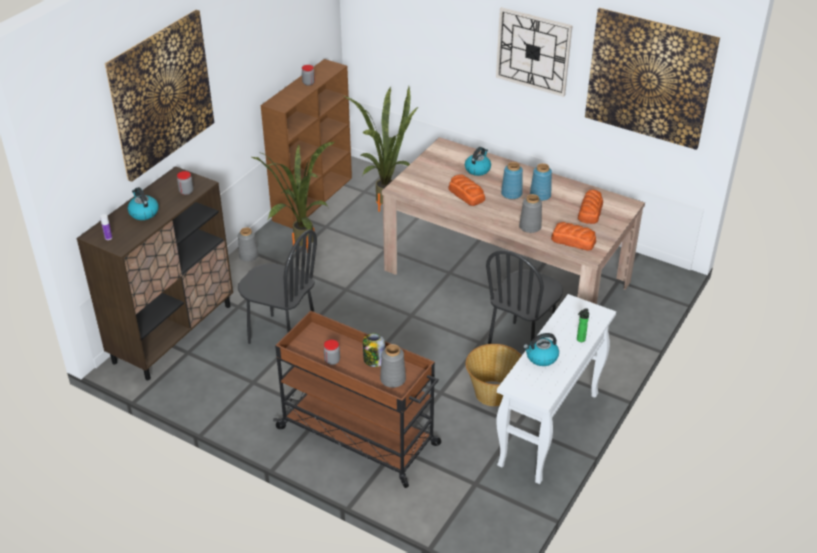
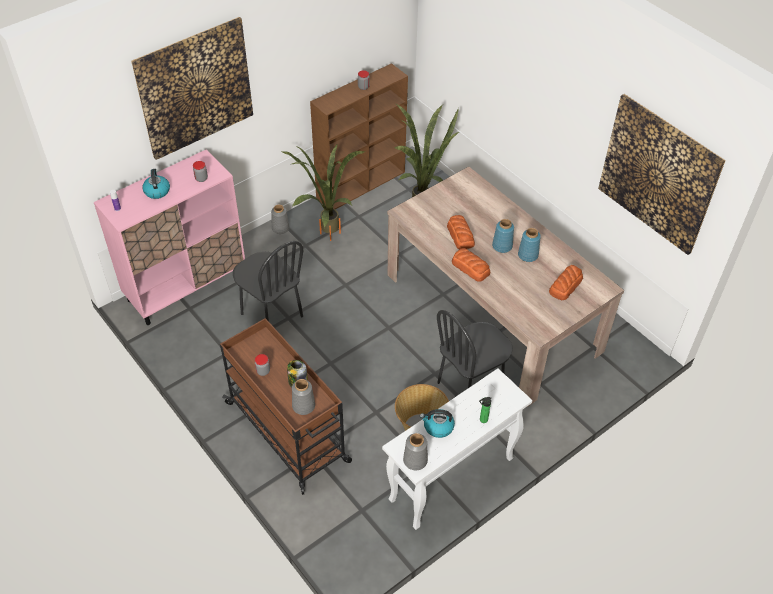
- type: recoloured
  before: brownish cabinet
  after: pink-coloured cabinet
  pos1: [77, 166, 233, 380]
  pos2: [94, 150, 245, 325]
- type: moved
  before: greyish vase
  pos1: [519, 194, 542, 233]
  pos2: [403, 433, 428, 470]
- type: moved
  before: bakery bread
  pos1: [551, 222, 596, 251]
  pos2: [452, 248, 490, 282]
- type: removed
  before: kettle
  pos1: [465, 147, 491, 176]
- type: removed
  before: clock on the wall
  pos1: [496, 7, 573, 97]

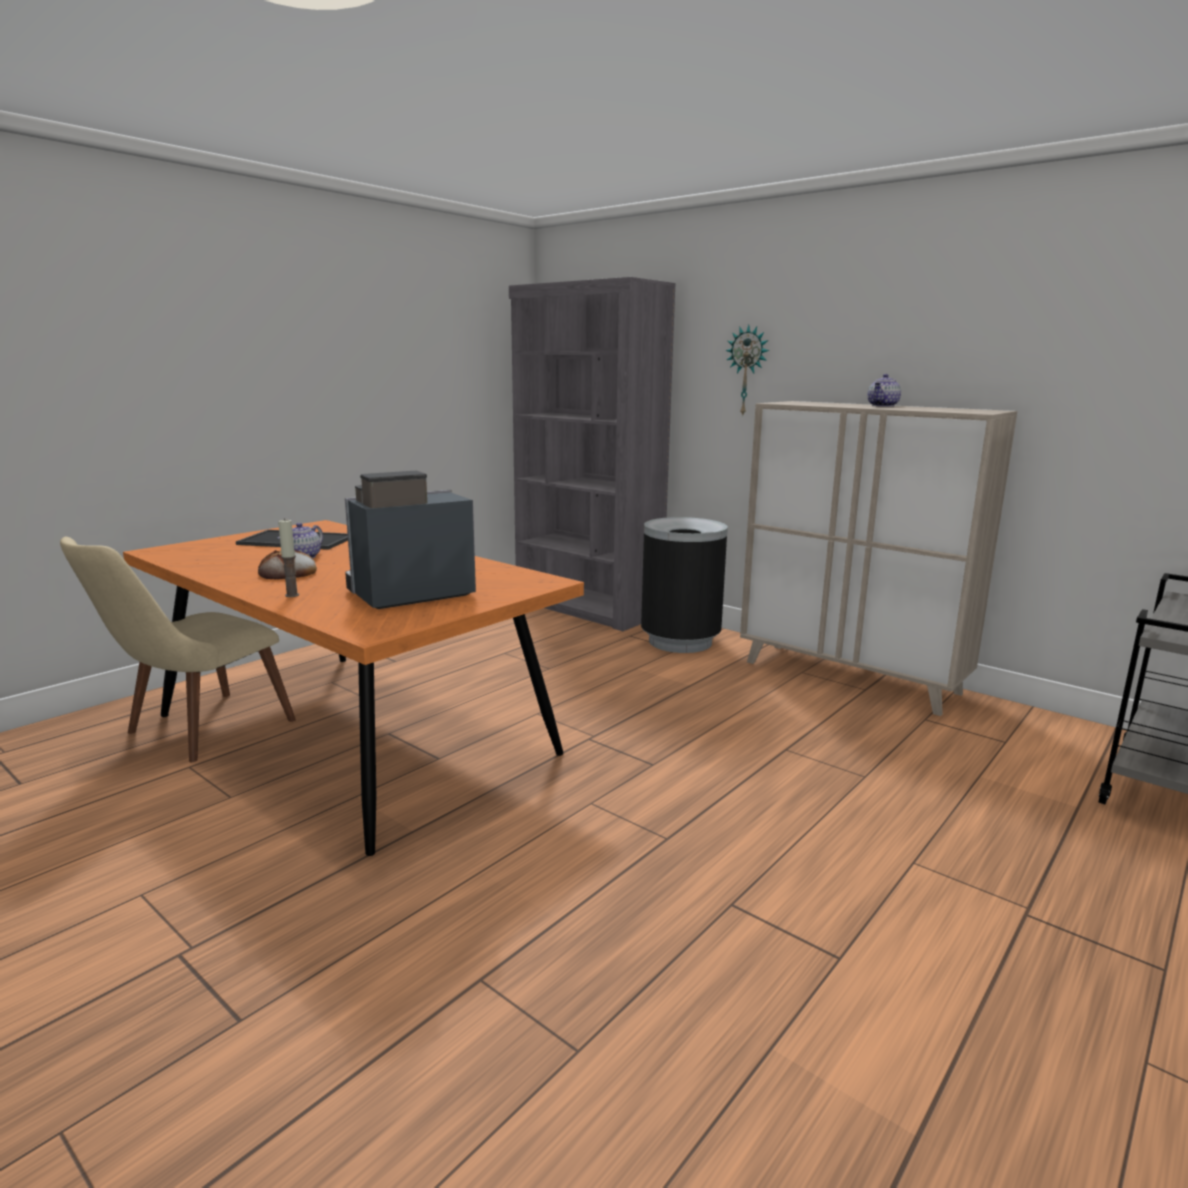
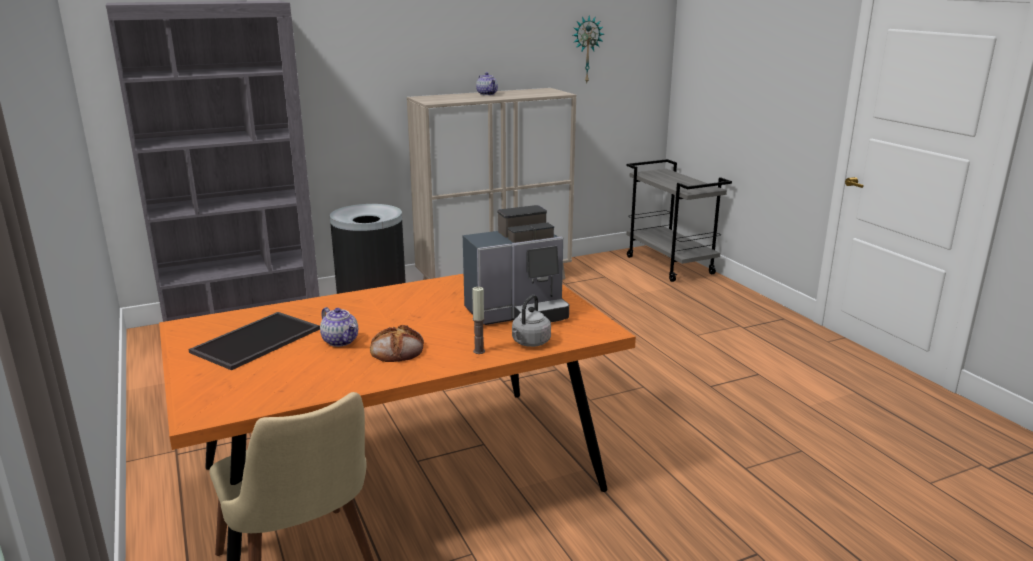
- type: turned
  before: coffee machine
  pos1: [345, 471, 476, 609]
  pos2: [463, 205, 569, 325]
  turn: -105
- type: added
  after: greyish kettle
  pos2: [512, 295, 551, 347]
- type: moved
  before: clock on the wall
  pos1: [725, 324, 769, 417]
  pos2: [573, 16, 604, 83]

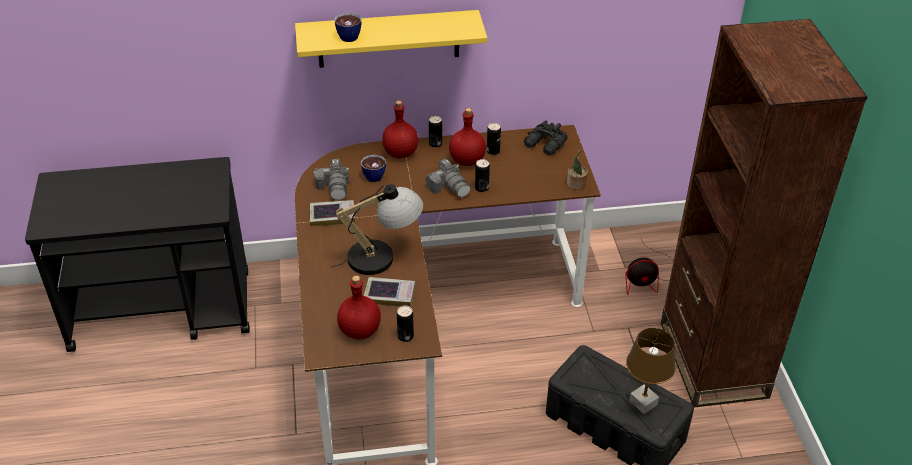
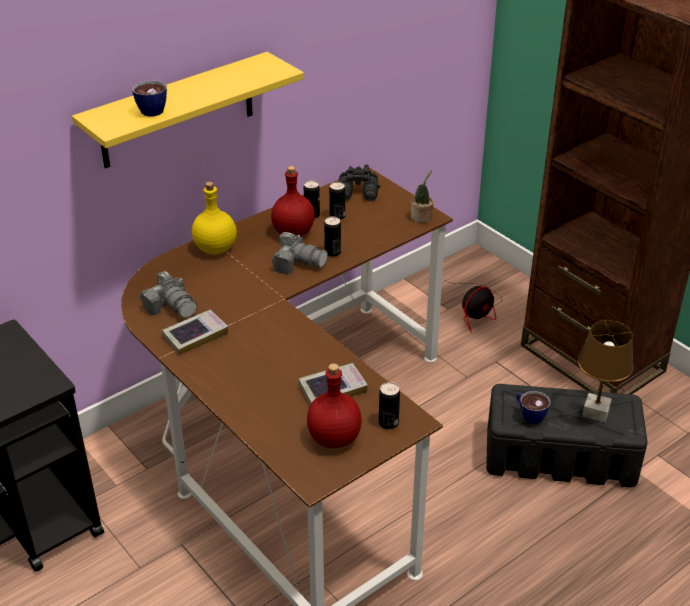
- type: recoloured
  before: red-coloured beverage bottle
  after: yellow beverage bottle
  pos1: [382, 100, 418, 158]
  pos2: [192, 182, 237, 255]
- type: moved
  before: metal can
  pos1: [429, 116, 442, 148]
  pos2: [329, 182, 345, 220]
- type: moved
  before: cup
  pos1: [361, 154, 386, 182]
  pos2: [516, 391, 551, 424]
- type: removed
  before: table lamp
  pos1: [331, 184, 423, 275]

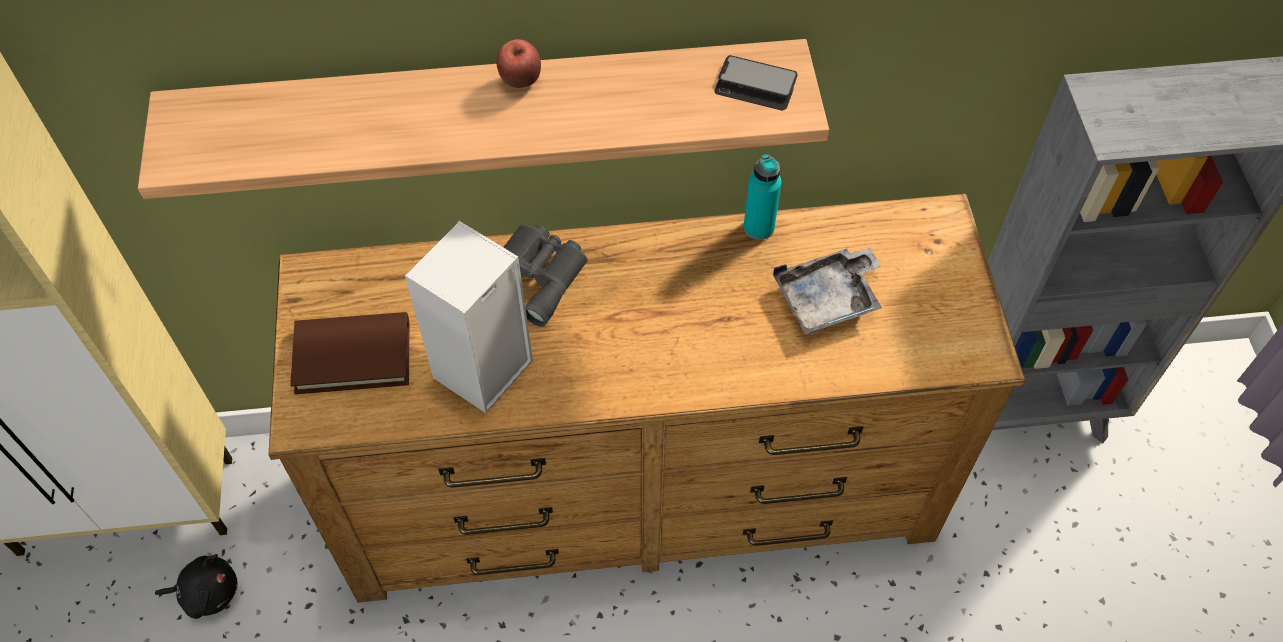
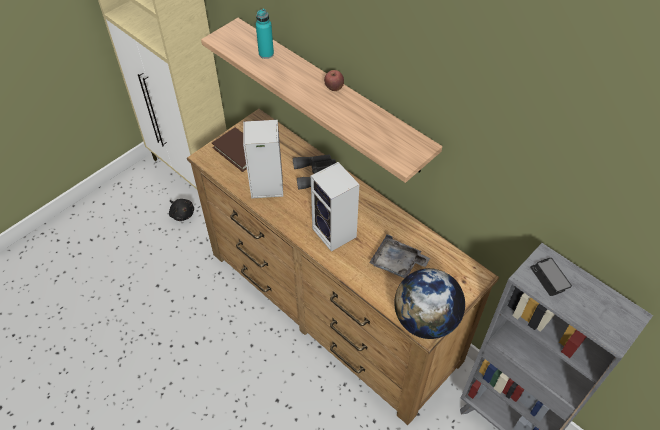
- type: moved
  before: turquoise beverage bottle
  pos1: [744, 154, 782, 240]
  pos2: [256, 9, 274, 59]
- type: added
  after: audio speaker
  pos2: [311, 162, 359, 252]
- type: added
  after: desk globe
  pos2: [394, 268, 465, 339]
- type: moved
  before: telephone
  pos1: [715, 55, 798, 111]
  pos2: [530, 258, 572, 296]

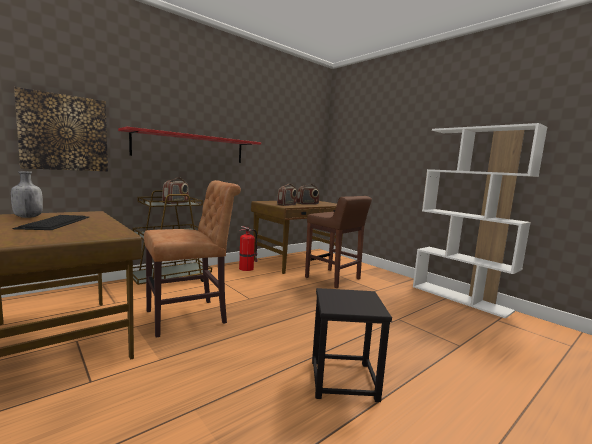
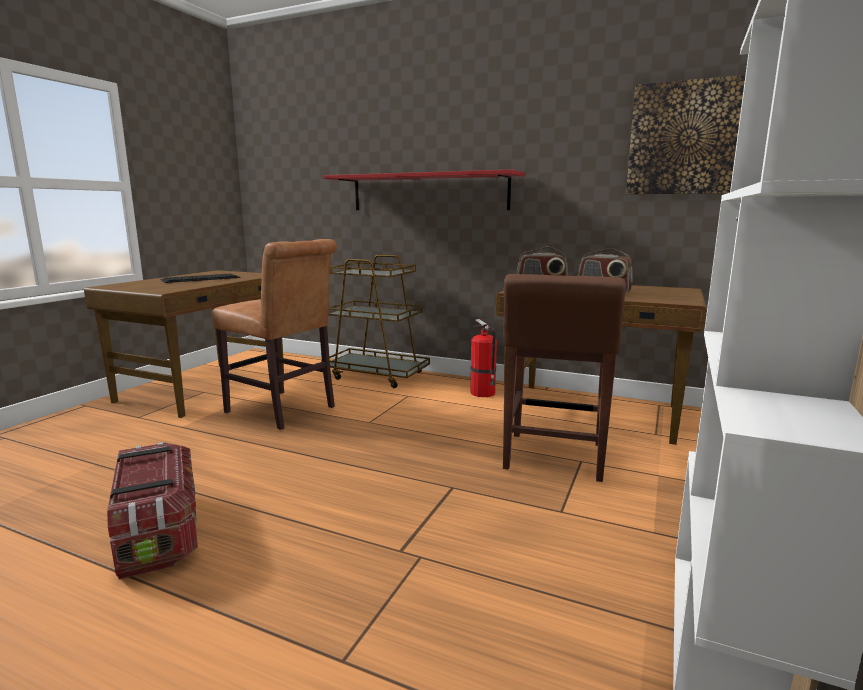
- type: replaced
  before: black sitting stool
  after: storage container
  pos1: [312, 288, 392, 402]
  pos2: [107, 442, 198, 579]
- type: moved
  before: wall picture
  pos1: [14, 87, 108, 171]
  pos2: [626, 75, 745, 194]
- type: removed
  before: greyish beverage bottle
  pos1: [11, 171, 43, 218]
- type: removed
  before: radio
  pos1: [162, 177, 189, 204]

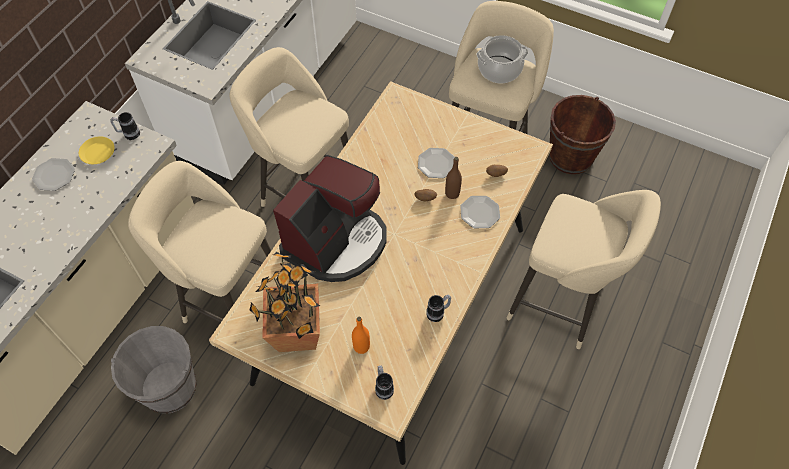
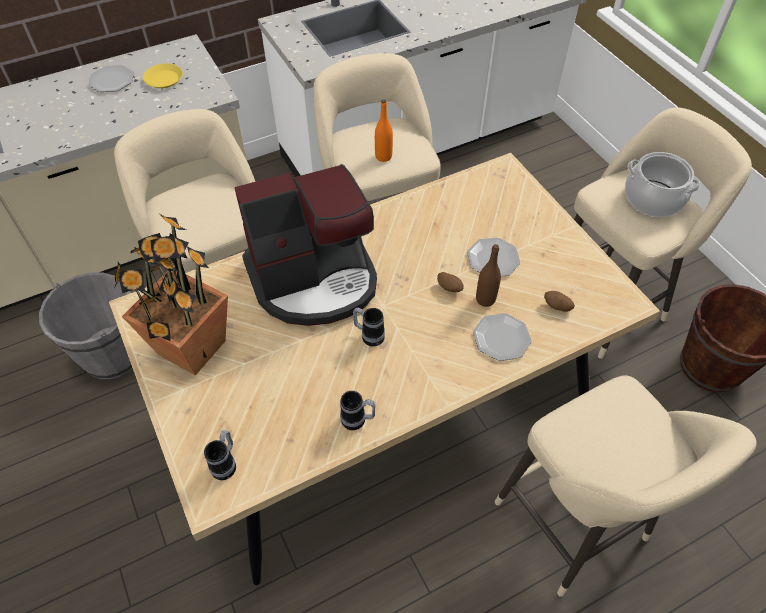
- type: moved
  before: coffee mug
  pos1: [110, 112, 140, 140]
  pos2: [353, 307, 385, 346]
- type: moved
  before: orange beverage bottle
  pos1: [352, 317, 370, 354]
  pos2: [375, 99, 393, 162]

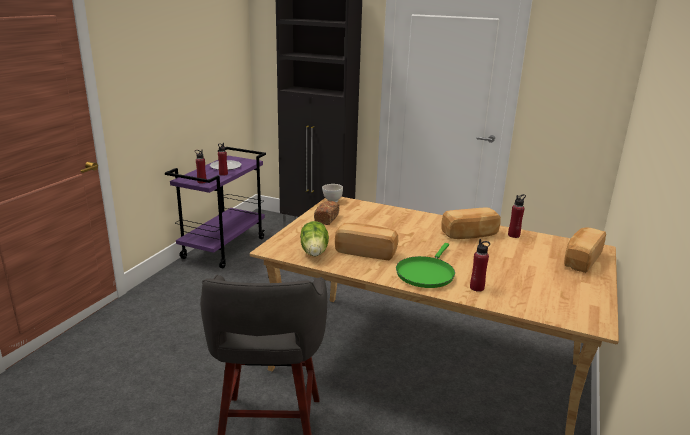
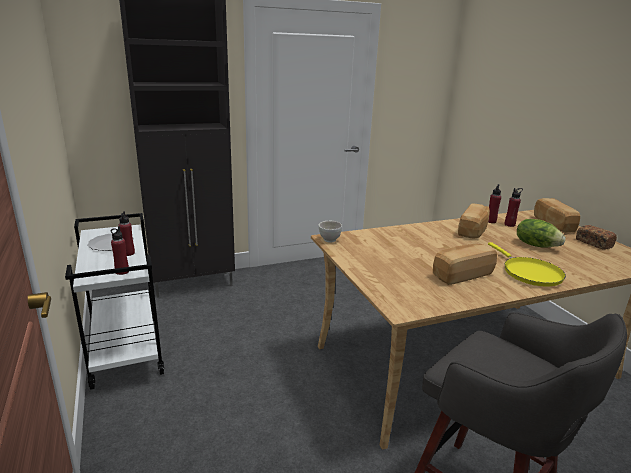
- type: recoloured
  before: purple cart
  after: whitish cart
  pos1: [165, 147, 266, 269]
  pos2: [65, 213, 164, 390]
- type: recoloured
  before: greenish frying pan
  after: yellow frying pan
  pos1: [396, 243, 455, 288]
  pos2: [488, 242, 566, 286]
- type: moved
  before: red-coloured beverage bottle
  pos1: [470, 239, 490, 292]
  pos2: [504, 188, 523, 227]
- type: moved
  before: lettuce
  pos1: [300, 221, 329, 256]
  pos2: [517, 219, 566, 248]
- type: moved
  before: bakery bread
  pos1: [314, 201, 339, 225]
  pos2: [576, 225, 617, 250]

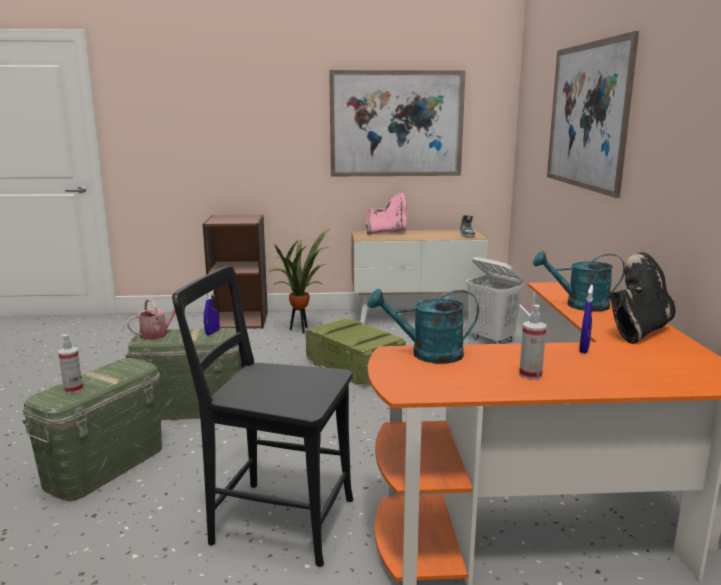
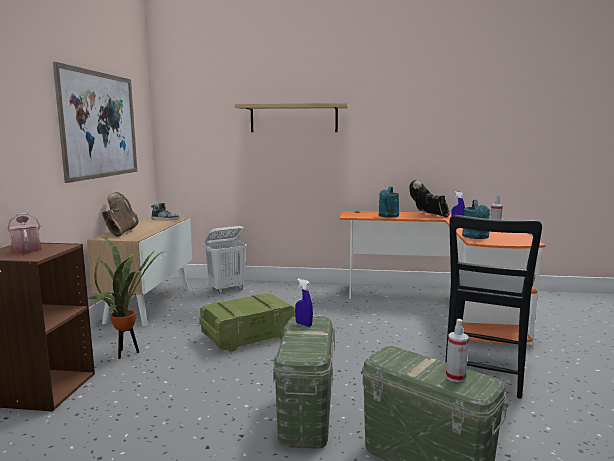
- type: moved
  before: watering pot
  pos1: [127, 298, 176, 340]
  pos2: [7, 213, 41, 254]
- type: recoloured
  before: pink-coloured boot
  after: brownish boot
  pos1: [366, 193, 407, 235]
  pos2: [102, 192, 138, 237]
- type: replaced
  before: wall picture
  after: bracket shelf
  pos1: [547, 31, 639, 198]
  pos2: [235, 103, 348, 132]

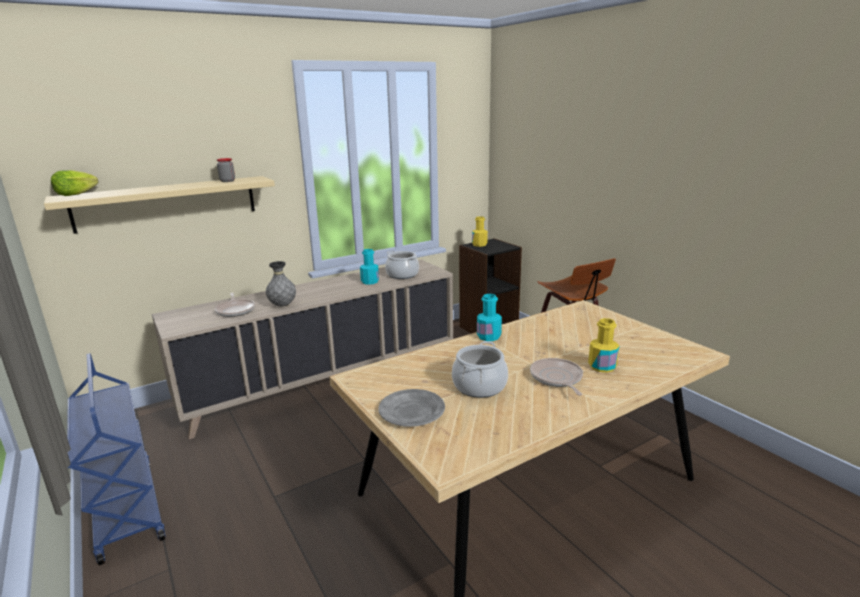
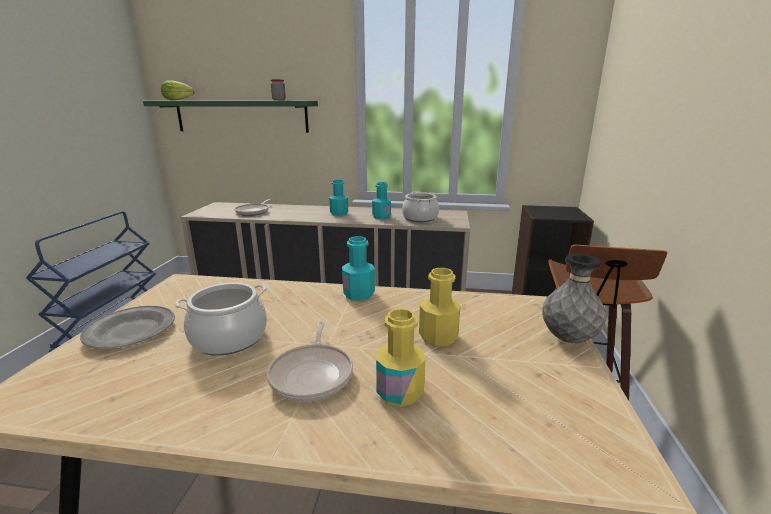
- type: recoloured
  before: sand-coloured bracket shelf
  after: greenish bracket shelf
  pos1: [44, 176, 275, 234]
  pos2: [143, 101, 318, 133]
- type: turned
  before: frying pan
  pos1: [530, 358, 583, 396]
  pos2: [267, 322, 353, 402]
  turn: 150
- type: added
  after: turquoise beverage bottle
  pos2: [329, 180, 348, 216]
- type: moved
  before: yellow beverage bottle
  pos1: [472, 216, 488, 247]
  pos2: [419, 268, 461, 346]
- type: moved
  before: greyish vase
  pos1: [266, 261, 296, 307]
  pos2: [542, 254, 606, 343]

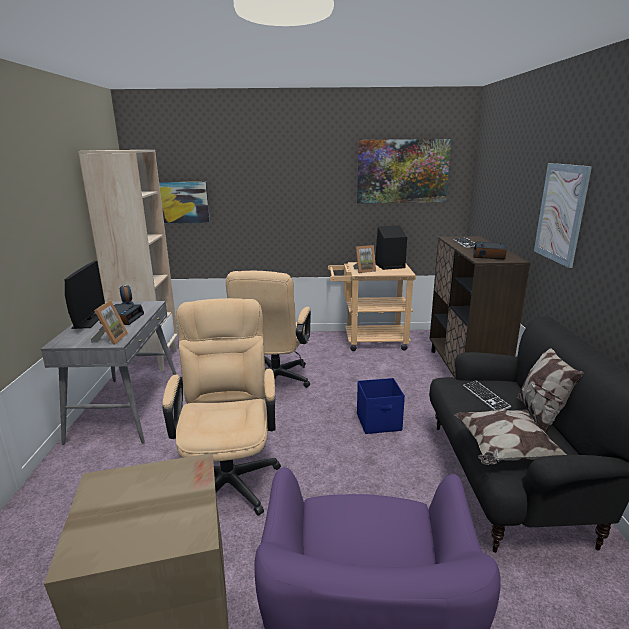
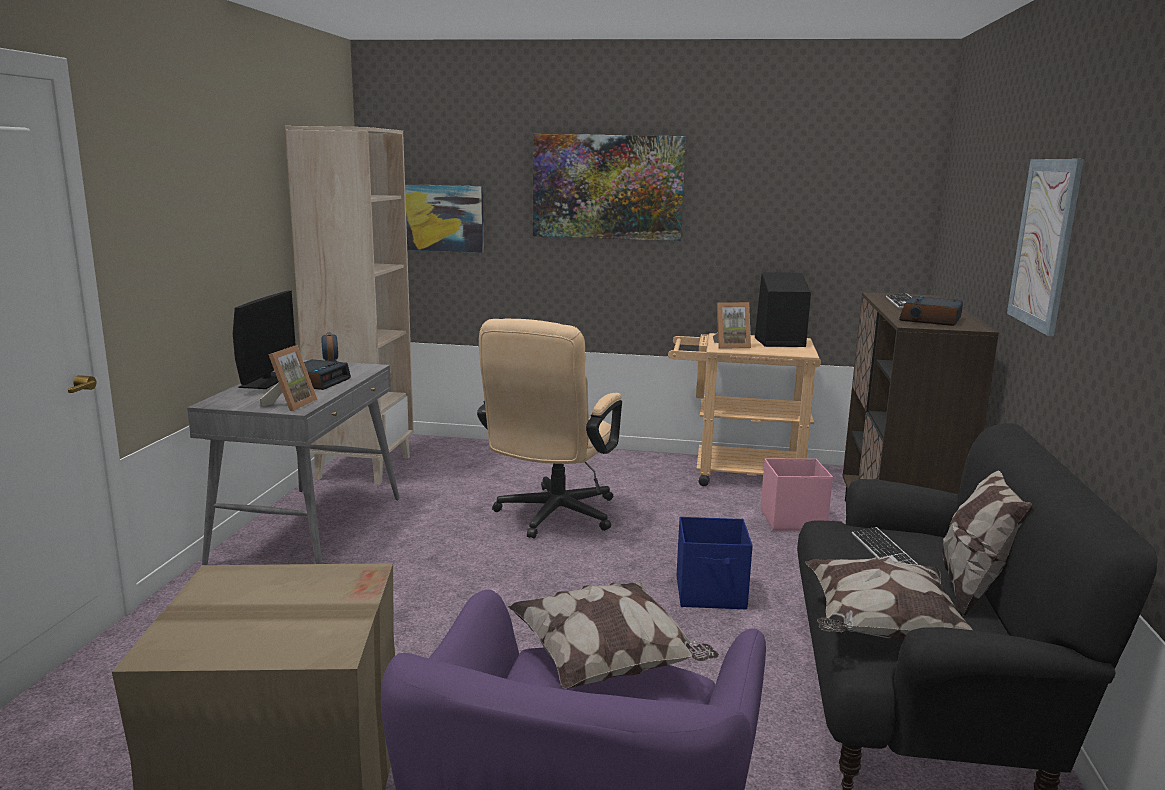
- type: added
  after: pillow
  pos2: [508, 582, 719, 689]
- type: moved
  before: wall picture
  pos1: [357, 139, 452, 203]
  pos2: [533, 134, 686, 241]
- type: added
  after: pink-coloured storage container
  pos2: [761, 458, 833, 531]
- type: removed
  before: sand-coloured desk chair
  pos1: [163, 298, 281, 516]

